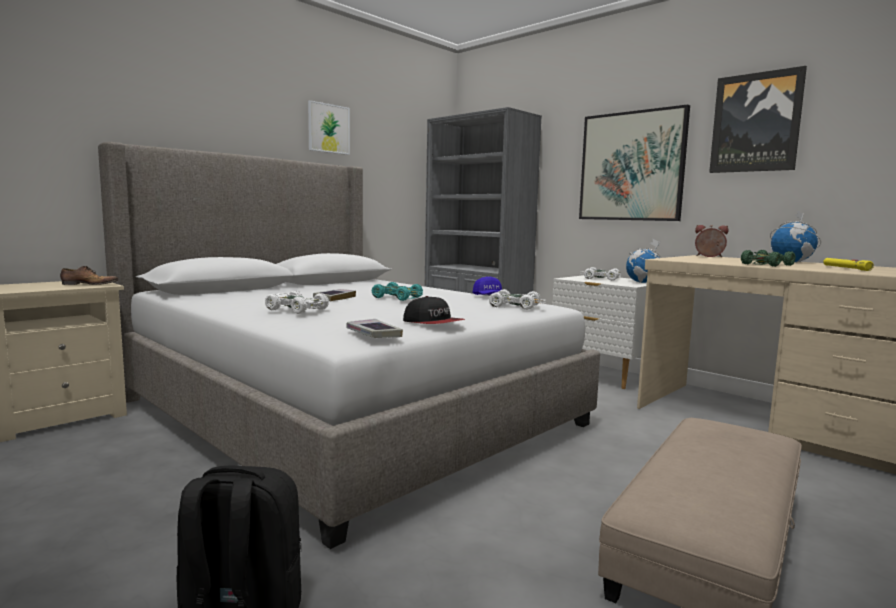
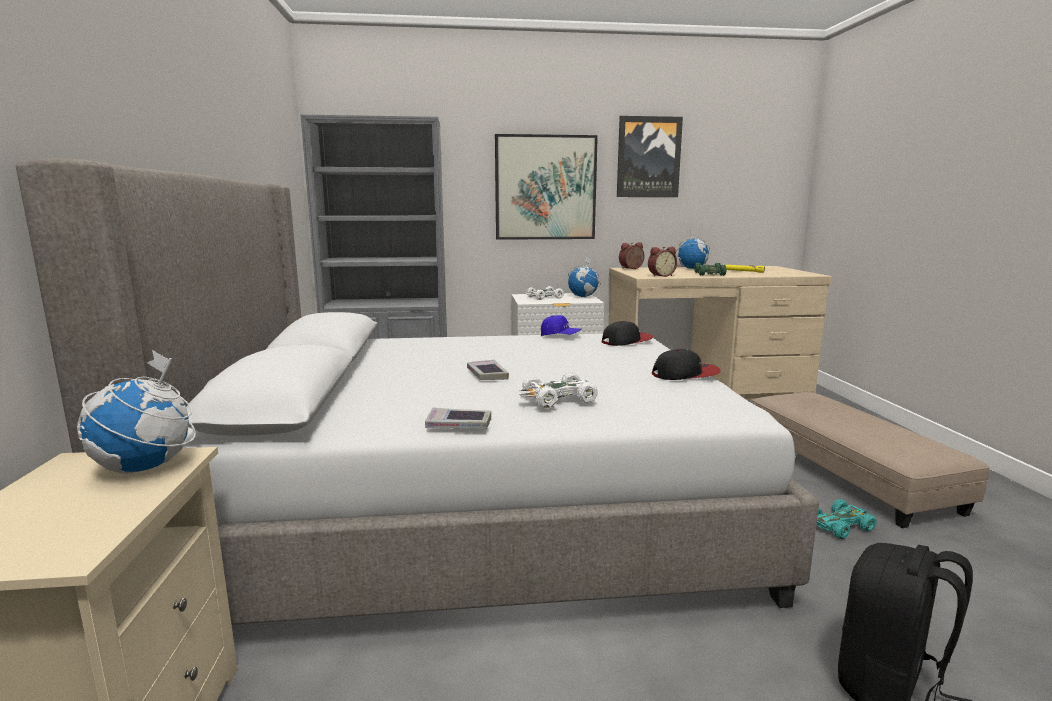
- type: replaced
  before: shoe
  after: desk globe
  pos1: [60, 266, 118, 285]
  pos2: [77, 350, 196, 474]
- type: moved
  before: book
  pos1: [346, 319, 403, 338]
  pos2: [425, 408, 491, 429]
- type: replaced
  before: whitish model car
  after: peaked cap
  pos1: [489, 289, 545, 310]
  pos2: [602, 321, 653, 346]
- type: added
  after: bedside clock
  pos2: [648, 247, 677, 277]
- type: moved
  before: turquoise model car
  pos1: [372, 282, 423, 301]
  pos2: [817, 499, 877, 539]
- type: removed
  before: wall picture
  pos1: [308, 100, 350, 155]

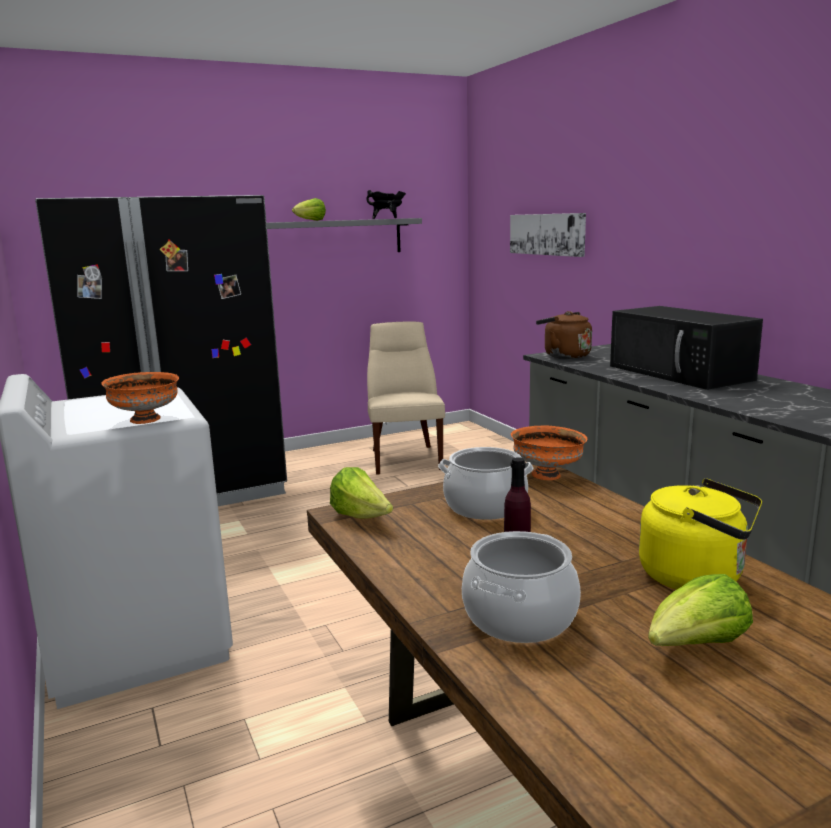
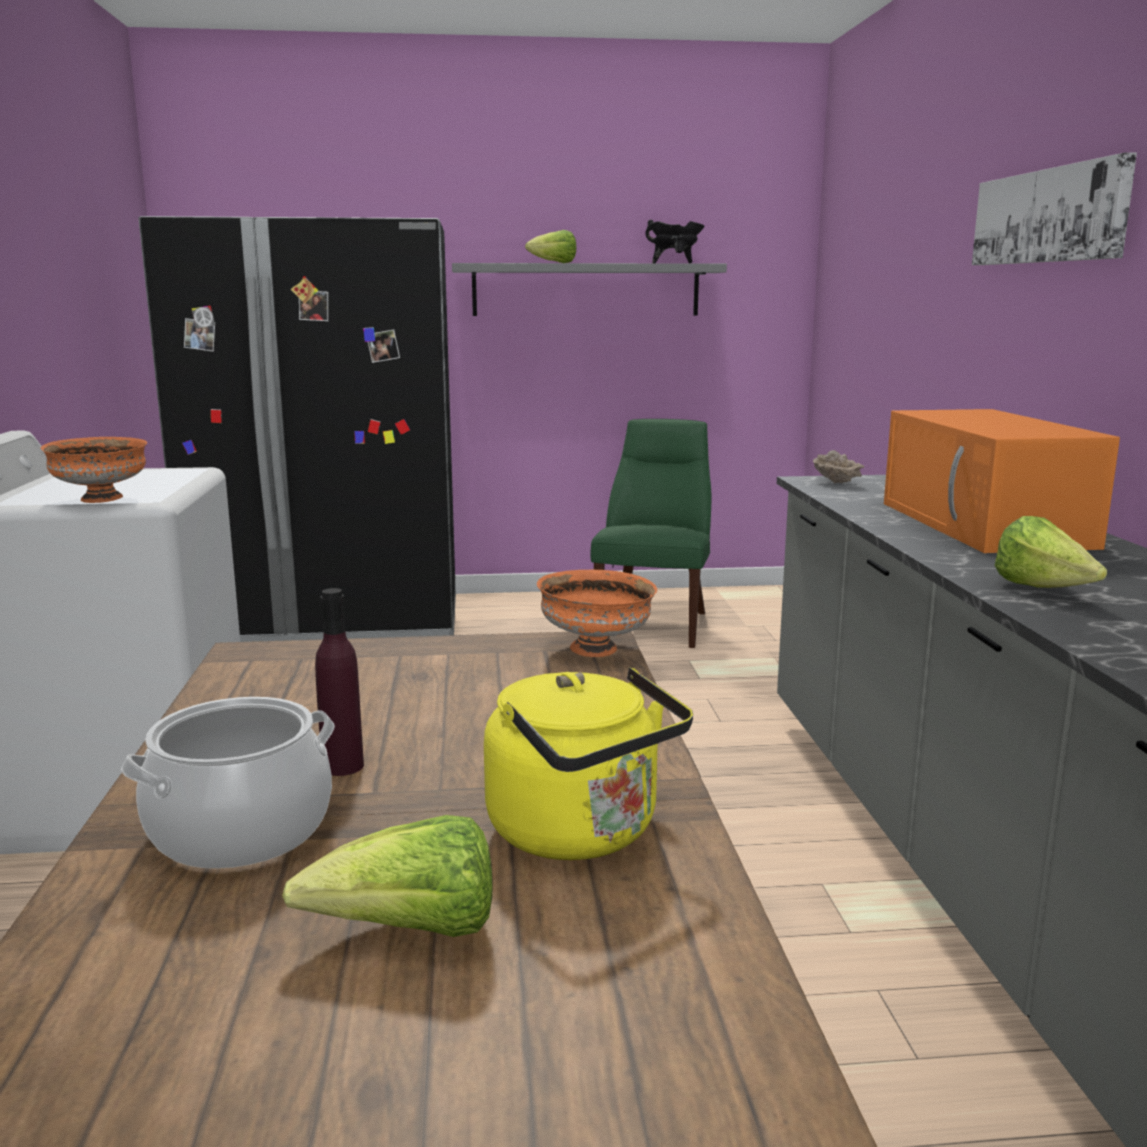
- type: recoloured
  before: sand-coloured chair
  after: greenish chair
  pos1: [367, 322, 445, 475]
  pos2: [590, 419, 711, 648]
- type: replaced
  before: brownish kettle
  after: sand-coloured deep dish
  pos1: [536, 311, 592, 359]
  pos2: [813, 450, 864, 483]
- type: recoloured
  before: black microwave
  after: orange microwave
  pos1: [610, 306, 763, 390]
  pos2: [884, 409, 1120, 553]
- type: moved
  before: wall picture
  pos1: [510, 213, 586, 257]
  pos2: [972, 152, 1137, 265]
- type: moved
  before: lettuce
  pos1: [330, 467, 393, 519]
  pos2: [995, 516, 1107, 588]
- type: removed
  before: saucepot
  pos1: [438, 447, 534, 520]

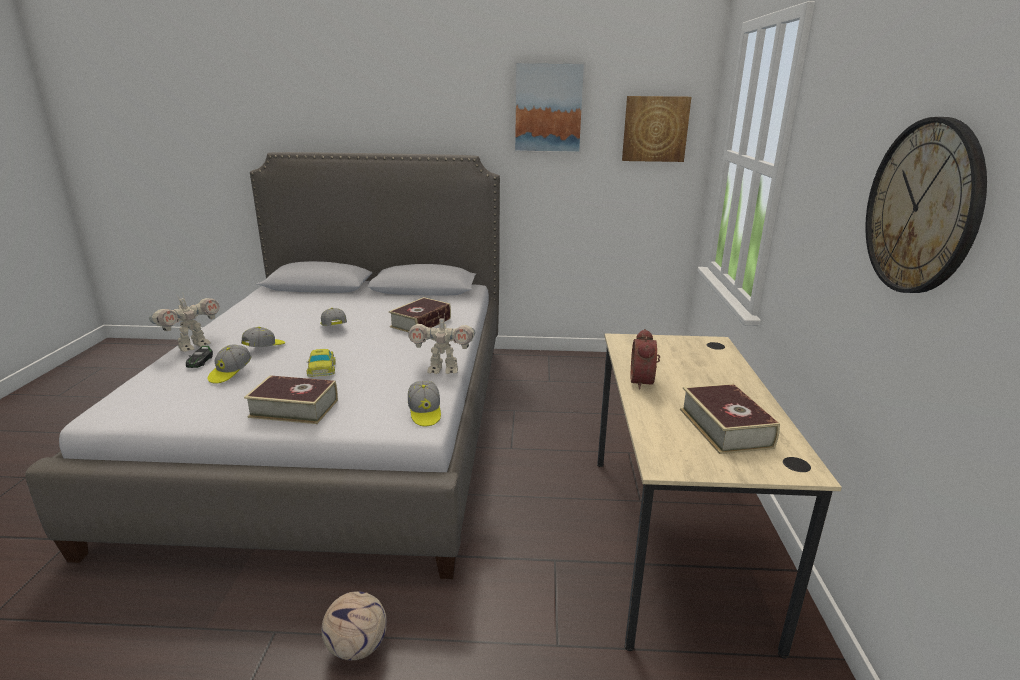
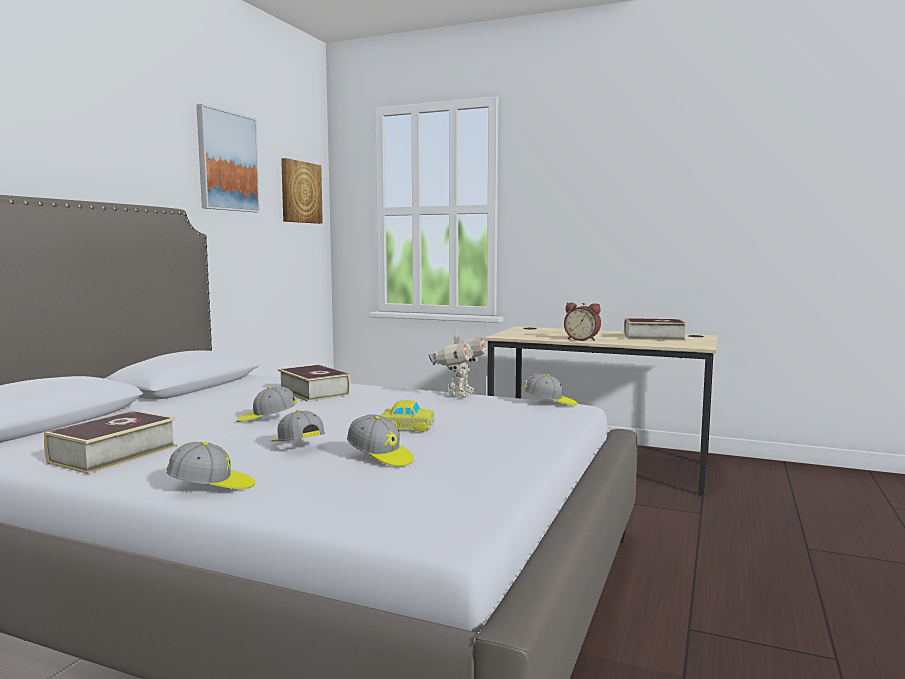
- type: moved
  before: book
  pos1: [244, 375, 338, 424]
  pos2: [44, 411, 177, 474]
- type: replaced
  before: toy robot
  after: peaked cap
  pos1: [149, 295, 220, 352]
  pos2: [167, 442, 255, 489]
- type: removed
  before: model car
  pos1: [186, 346, 213, 368]
- type: removed
  before: football
  pos1: [322, 591, 387, 660]
- type: removed
  before: clock on the wall
  pos1: [865, 117, 987, 293]

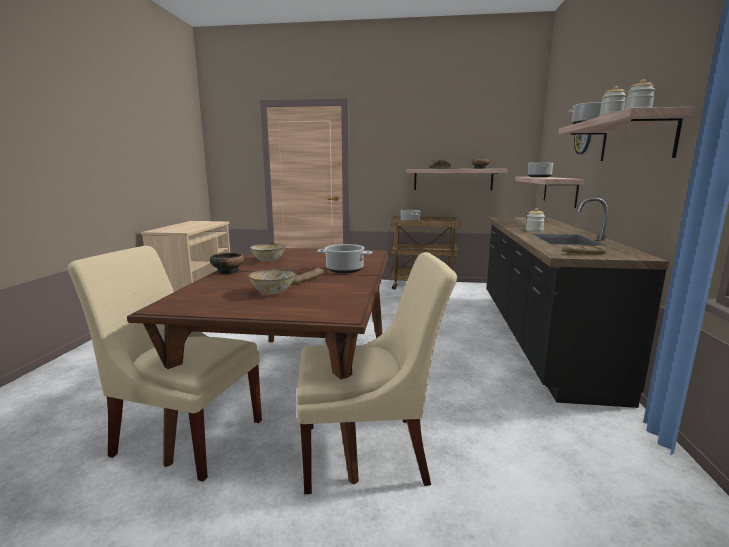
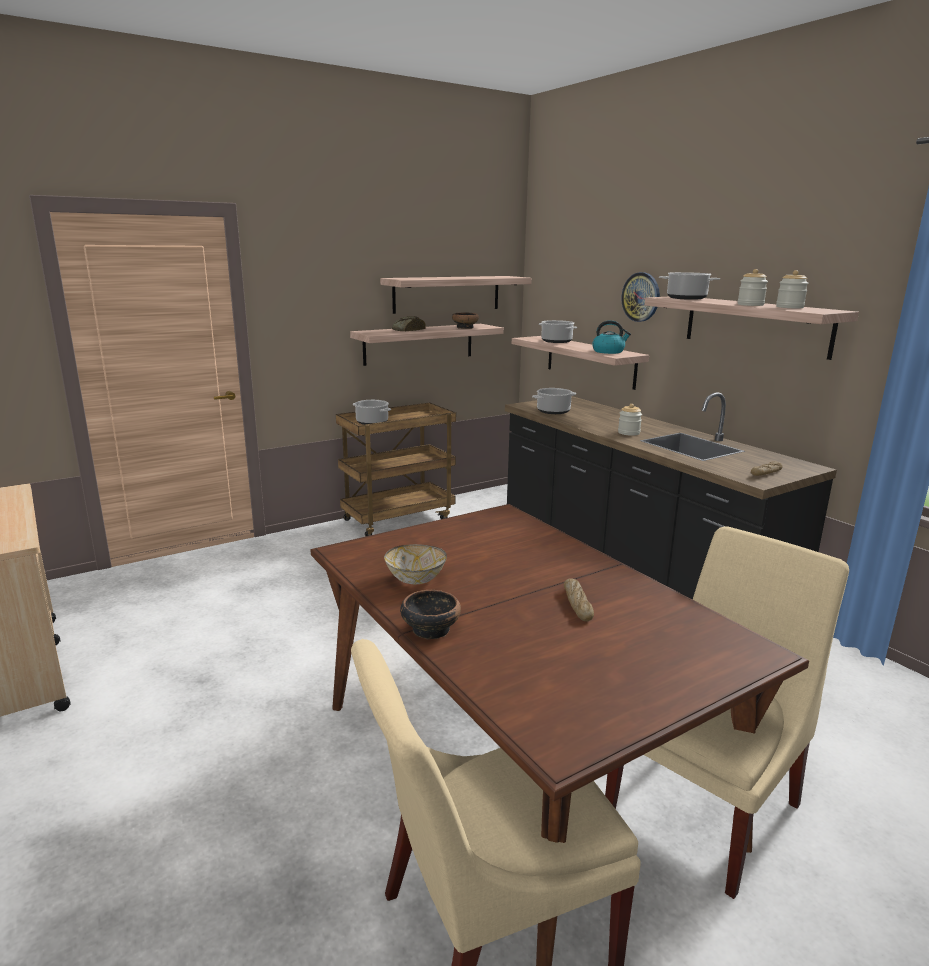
- type: added
  after: bracket shelf
  pos2: [380, 276, 532, 314]
- type: moved
  before: saucepot
  pos1: [317, 244, 373, 273]
  pos2: [532, 388, 576, 414]
- type: added
  after: kettle
  pos2: [592, 320, 631, 354]
- type: removed
  before: deep dish
  pos1: [248, 268, 296, 294]

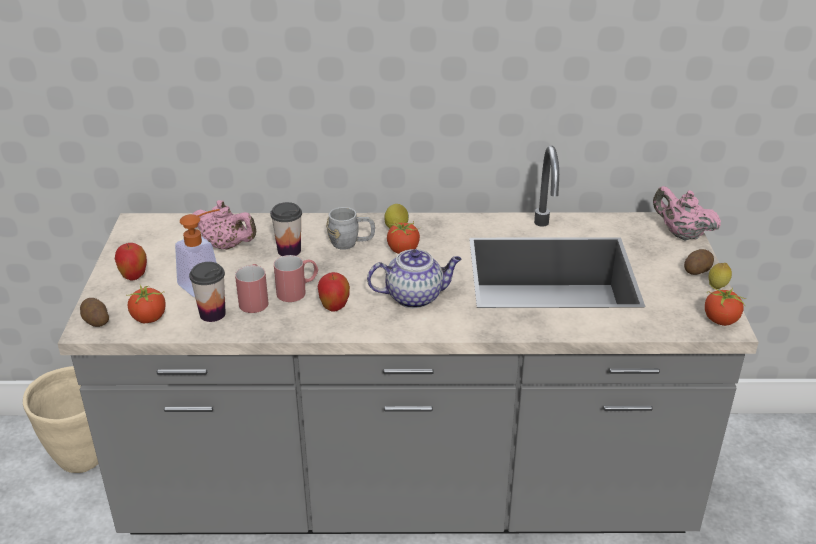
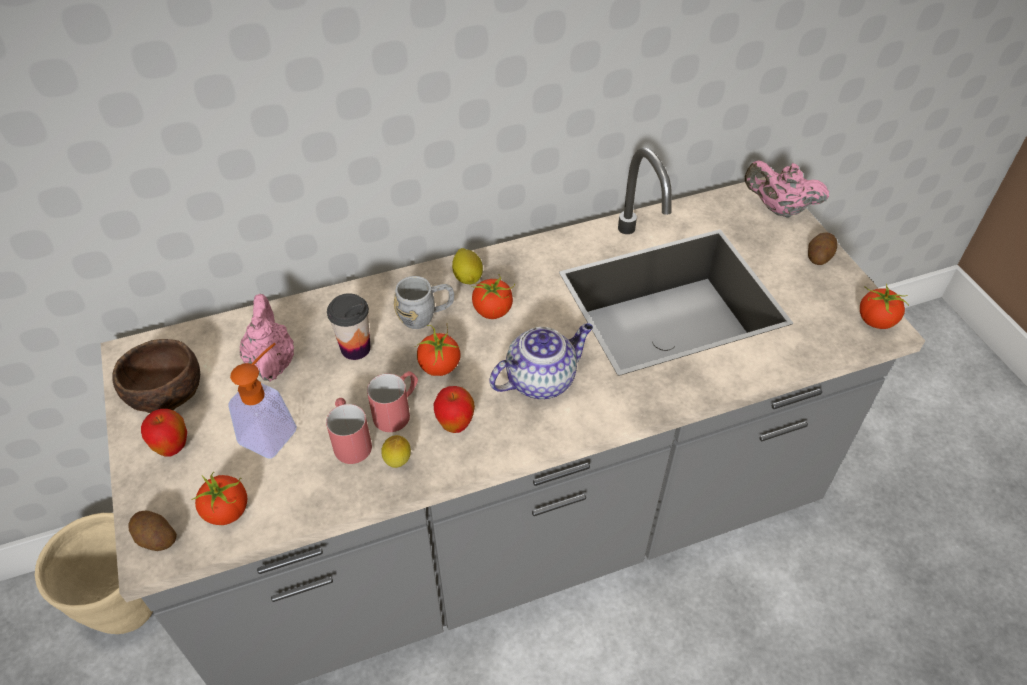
- type: added
  after: brownish deep dish
  pos2: [112, 339, 200, 413]
- type: turned
  before: pink-coloured tea pot
  pos1: [193, 200, 256, 250]
  pos2: [240, 294, 294, 382]
  turn: -105
- type: moved
  before: citrus fruit
  pos1: [708, 263, 732, 289]
  pos2: [381, 435, 411, 468]
- type: added
  after: fresh tomato
  pos2: [415, 325, 461, 376]
- type: removed
  before: cup
  pos1: [189, 262, 226, 322]

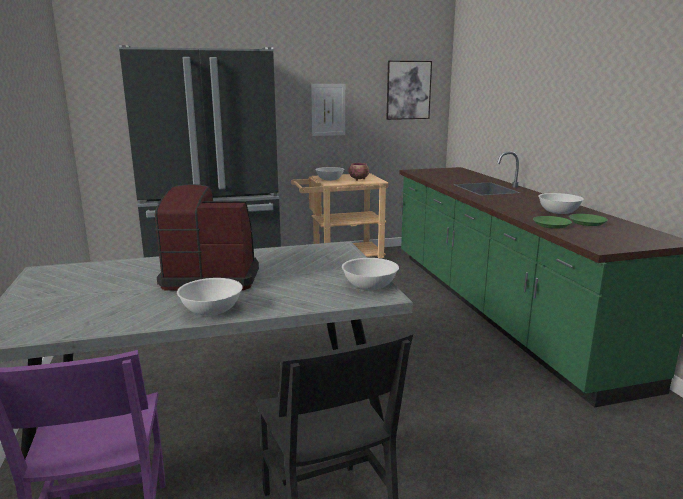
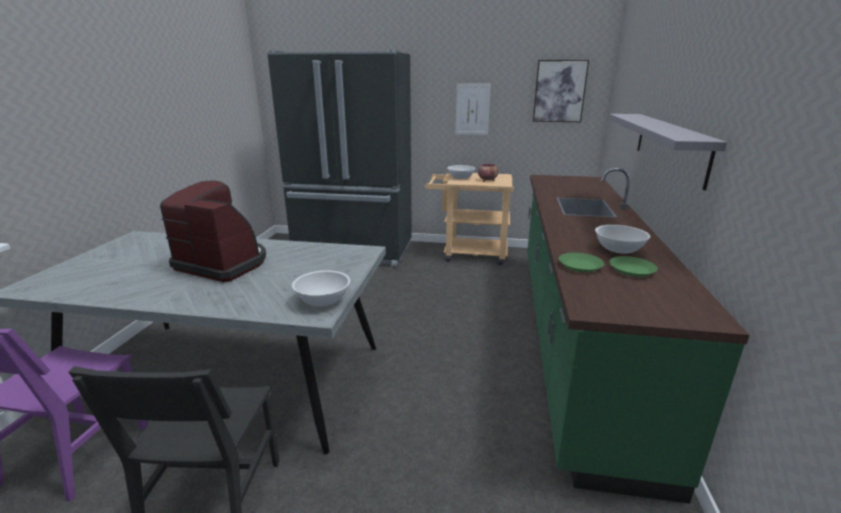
- type: added
  after: greyish bracket shelf
  pos2: [609, 114, 727, 190]
- type: removed
  before: whitish deep dish
  pos1: [177, 278, 242, 316]

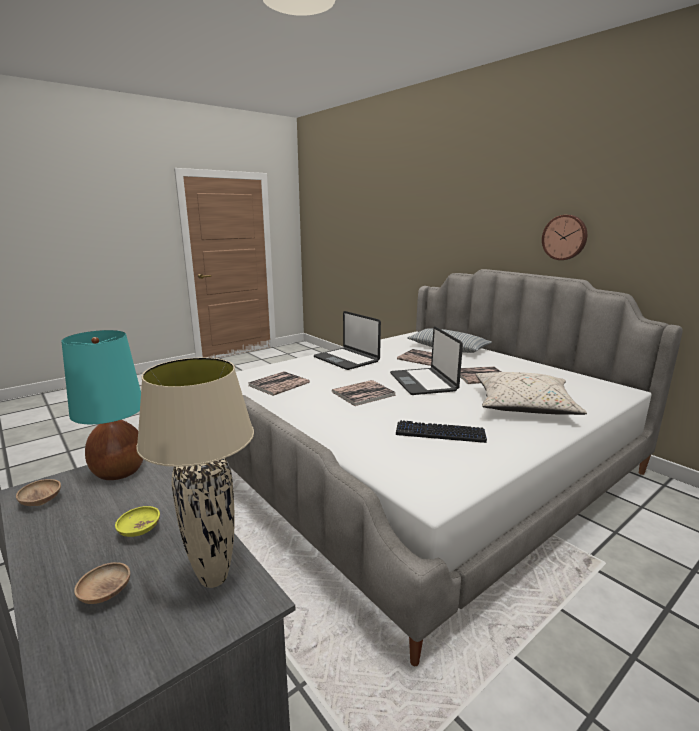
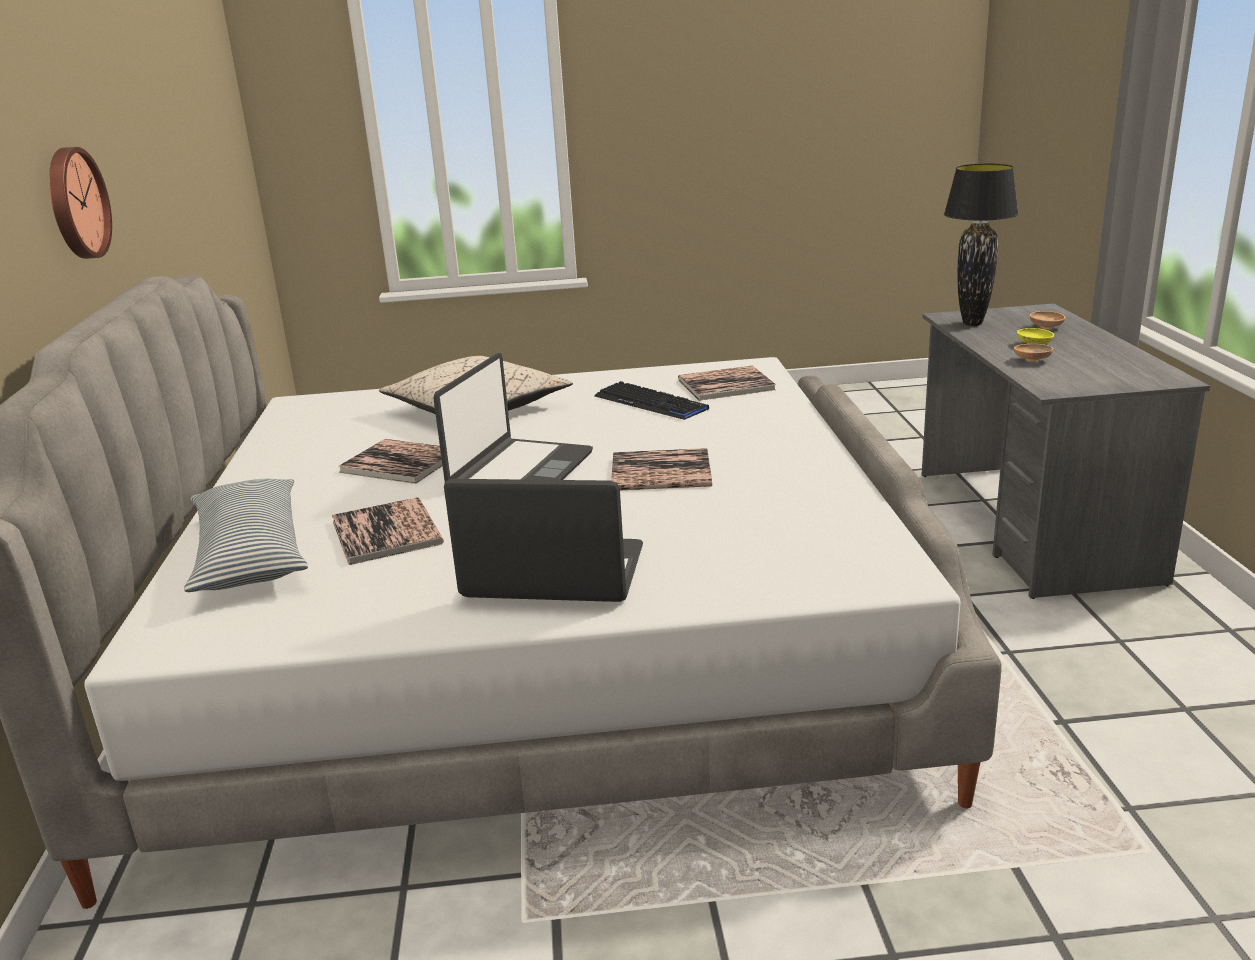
- type: turned
  before: portable computer
  pos1: [314, 311, 381, 370]
  pos2: [444, 479, 643, 602]
  turn: -75
- type: moved
  before: book
  pos1: [248, 371, 310, 396]
  pos2: [678, 366, 776, 401]
- type: recoloured
  before: sand-coloured table lamp
  after: black table lamp
  pos1: [136, 358, 254, 588]
  pos2: [944, 163, 1019, 326]
- type: moved
  before: brownish deep dish
  pos1: [16, 479, 61, 506]
  pos2: [1014, 344, 1053, 362]
- type: removed
  before: turquoise table lamp
  pos1: [61, 330, 143, 480]

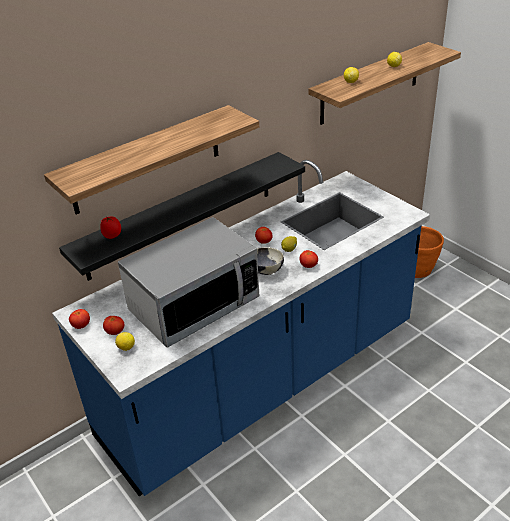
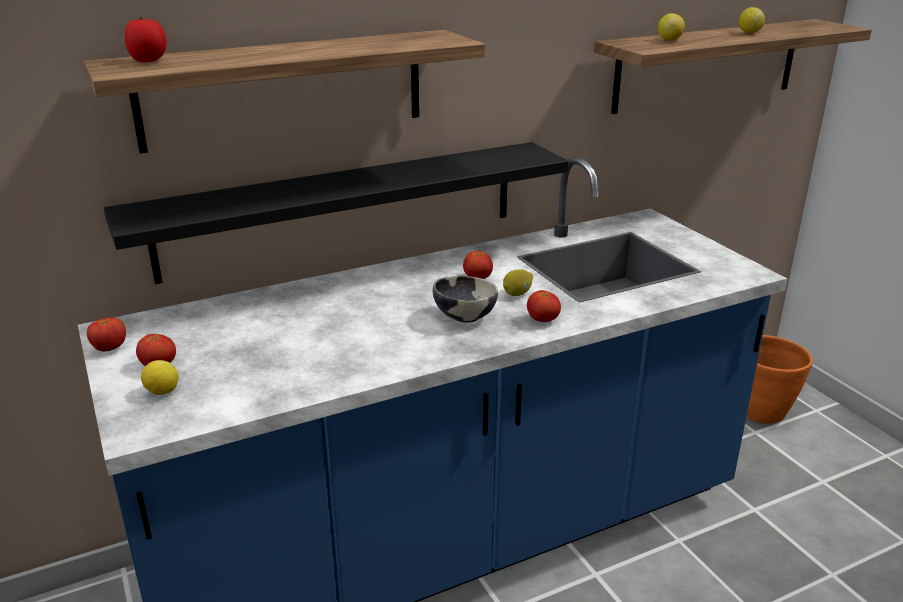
- type: moved
  before: fresh tomato
  pos1: [100, 217, 121, 239]
  pos2: [125, 17, 167, 62]
- type: removed
  before: microwave
  pos1: [118, 217, 259, 347]

